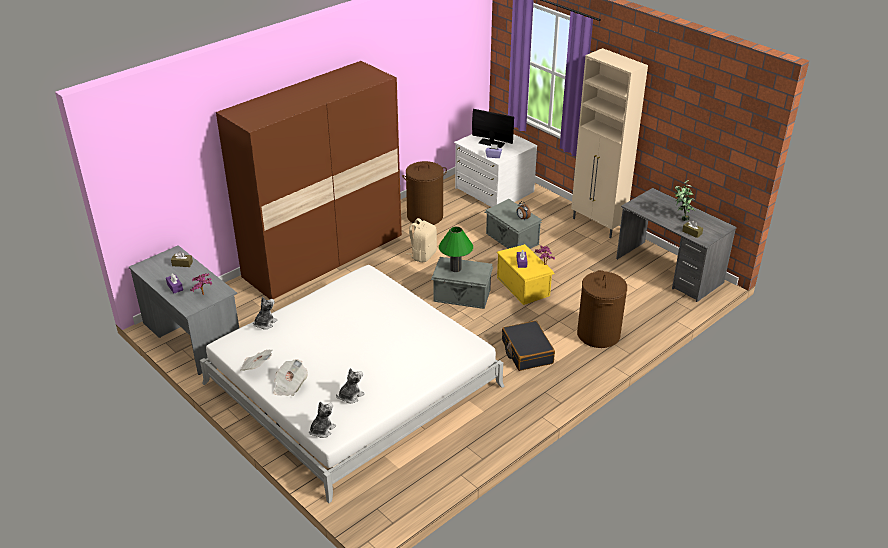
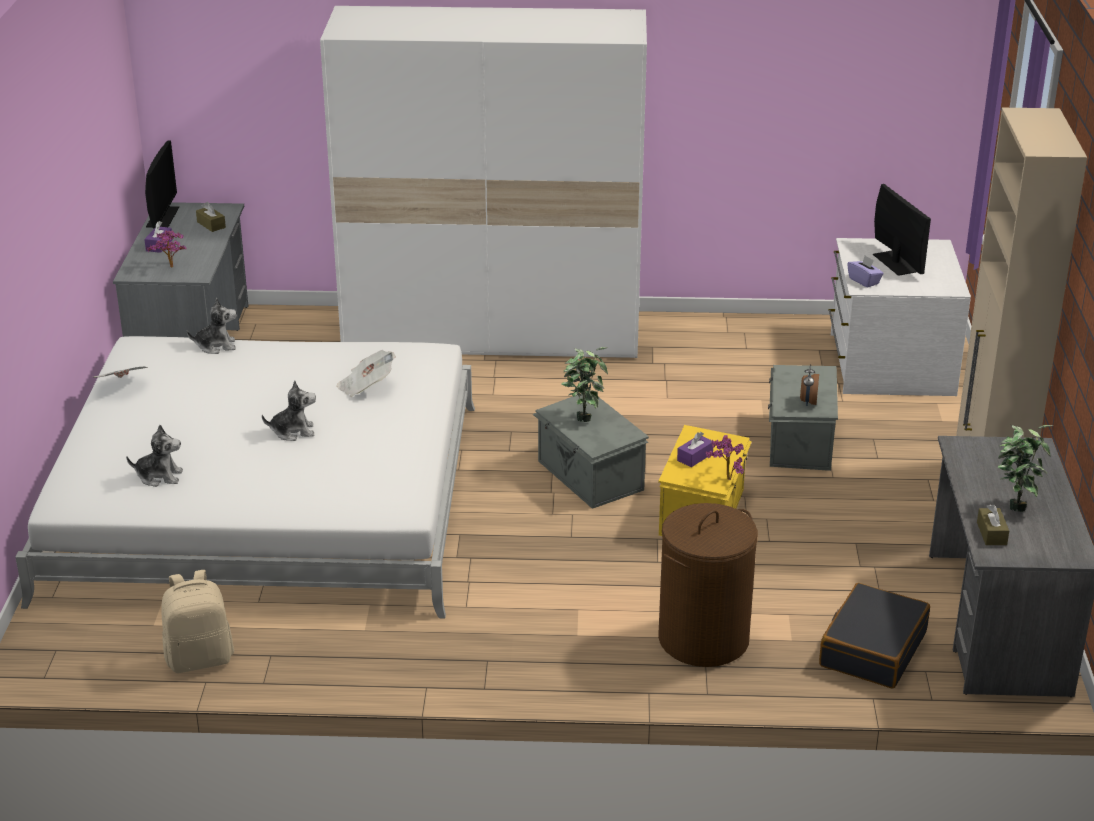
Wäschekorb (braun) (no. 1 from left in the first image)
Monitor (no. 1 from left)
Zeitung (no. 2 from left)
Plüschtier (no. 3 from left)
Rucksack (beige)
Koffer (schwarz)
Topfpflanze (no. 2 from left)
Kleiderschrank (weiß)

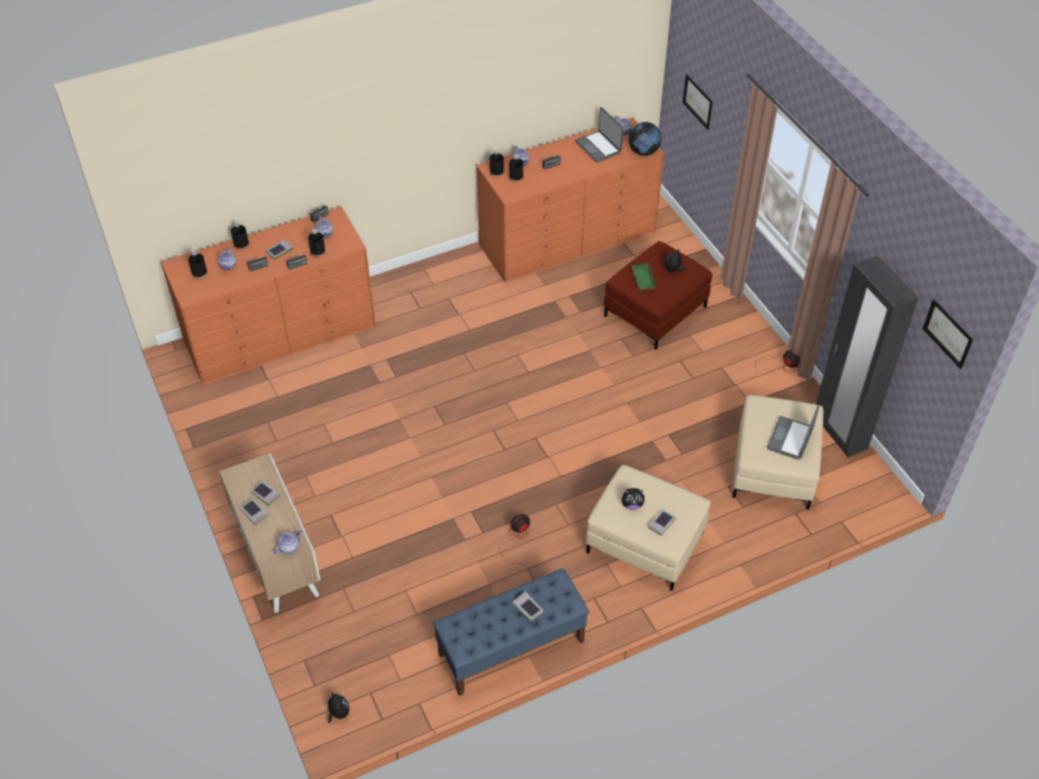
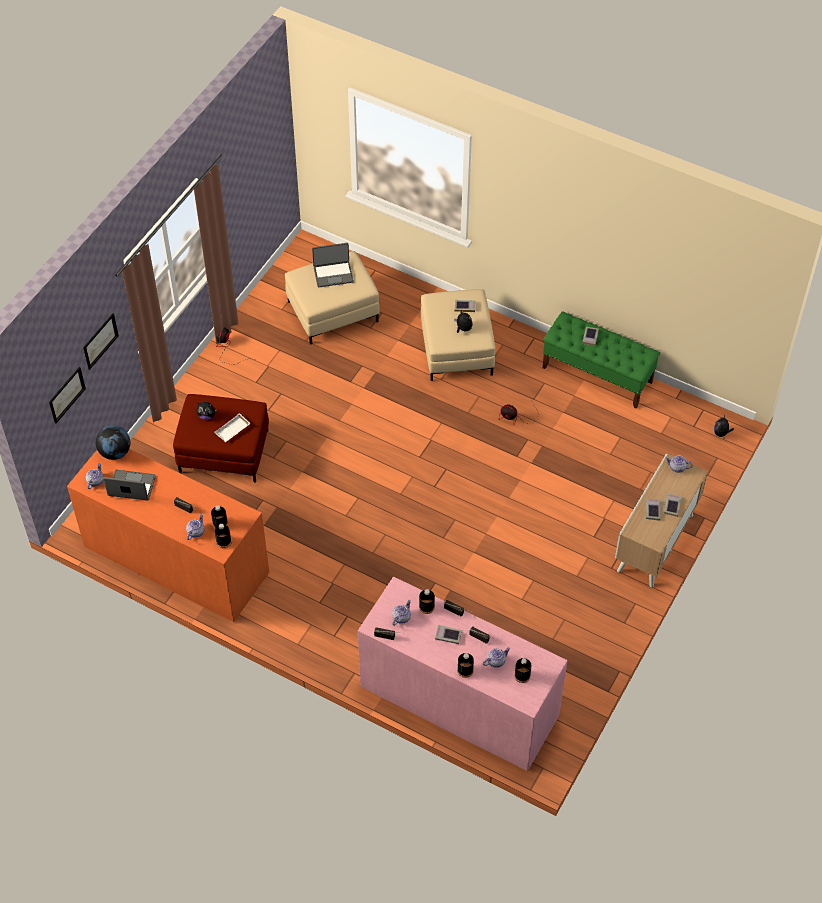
Kleiderschrank (schwarz)
Bild (no. 2 from left)
Kommode (rosa)
Bank (grün)
Tablett (weiß)
Laptop (no. 1 from left)

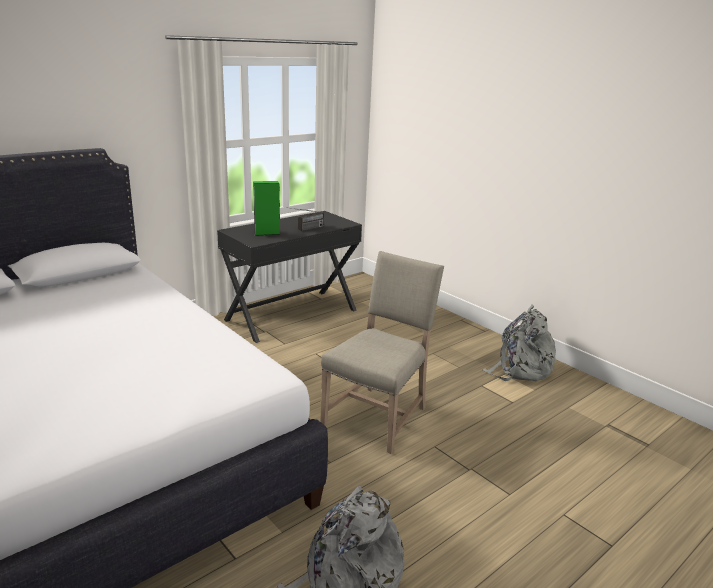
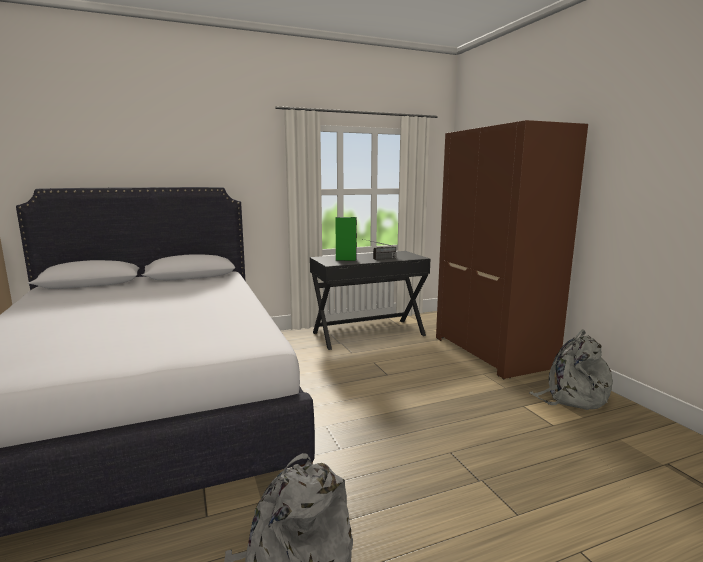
Stuhl (beige)
Kleiderschrank (braun)

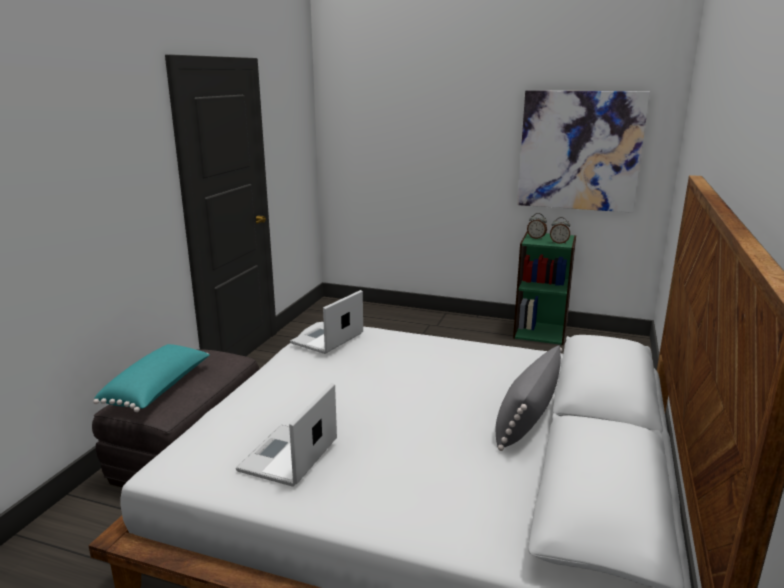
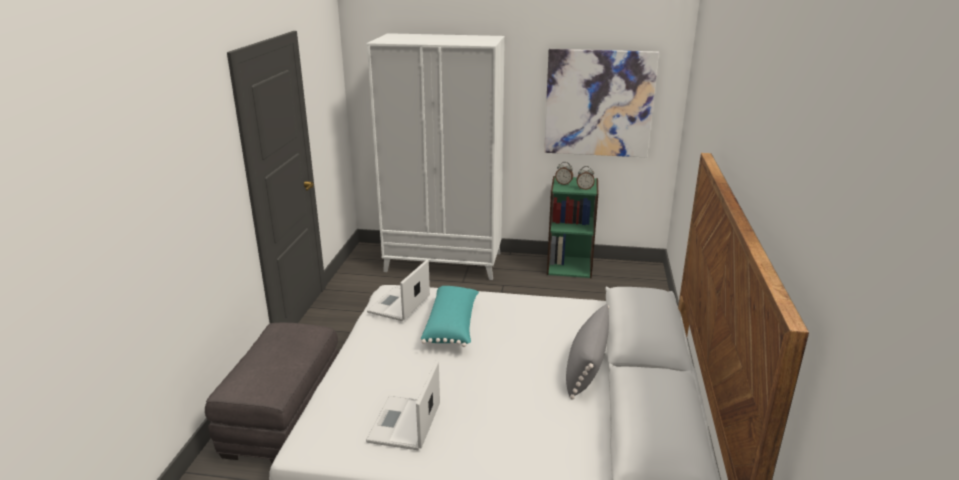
Kleiderschrank (weiß)
Kissen (türkis)

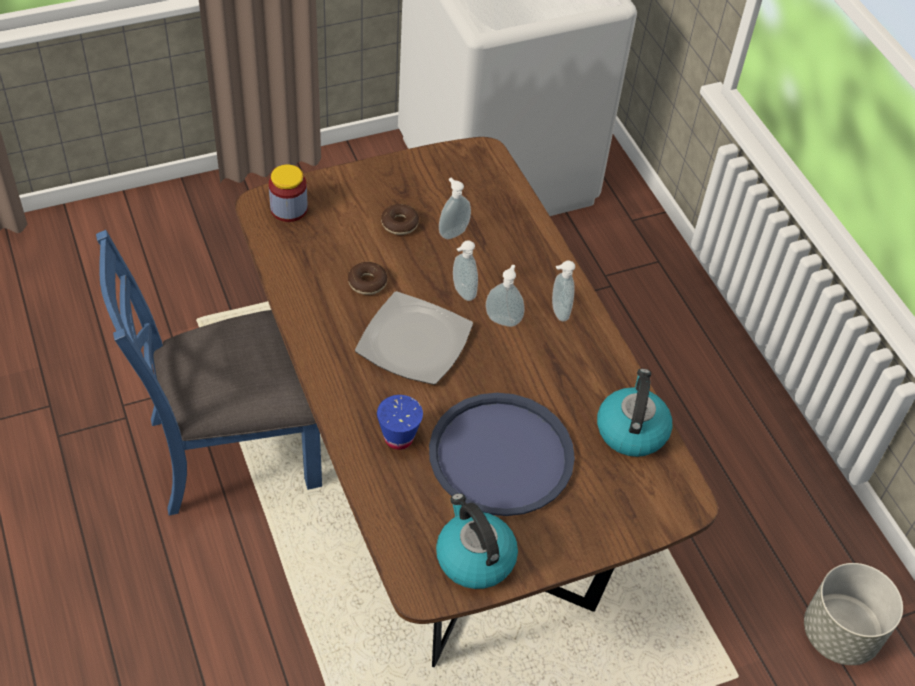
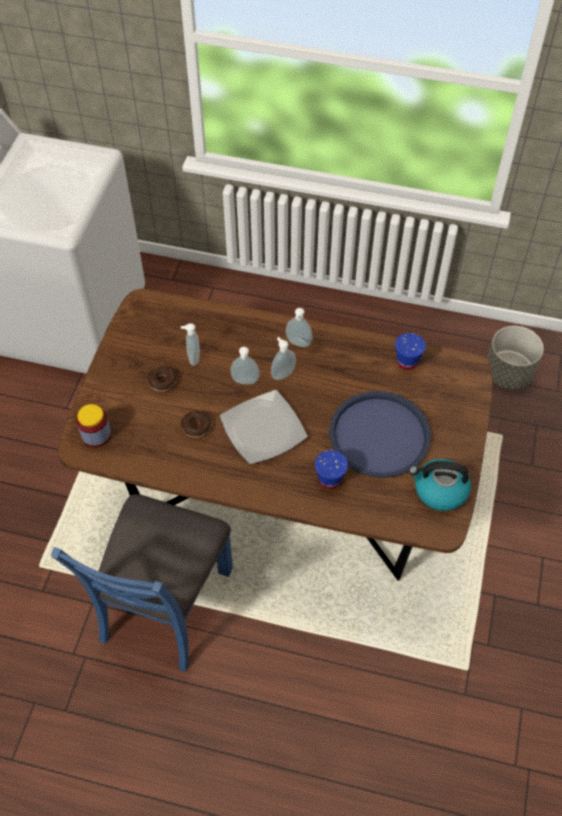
Tasse (blau) (no. 2 from left)

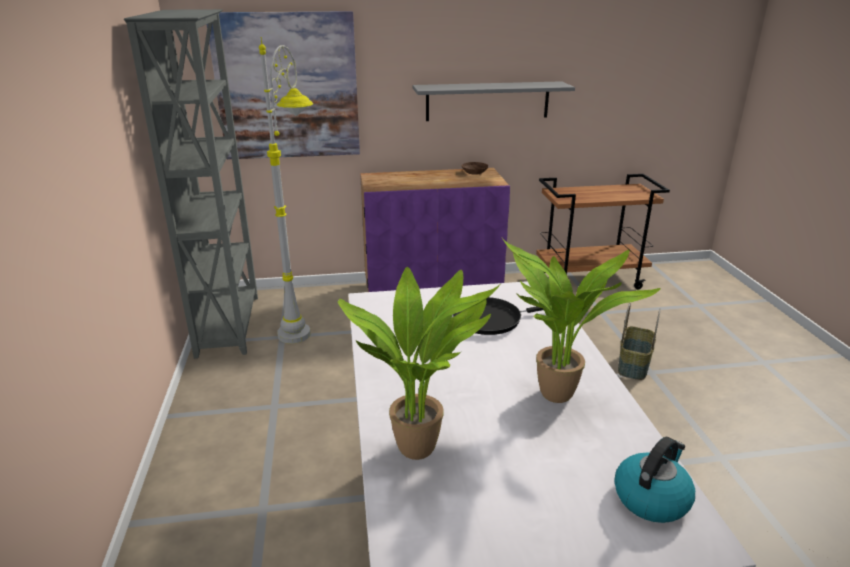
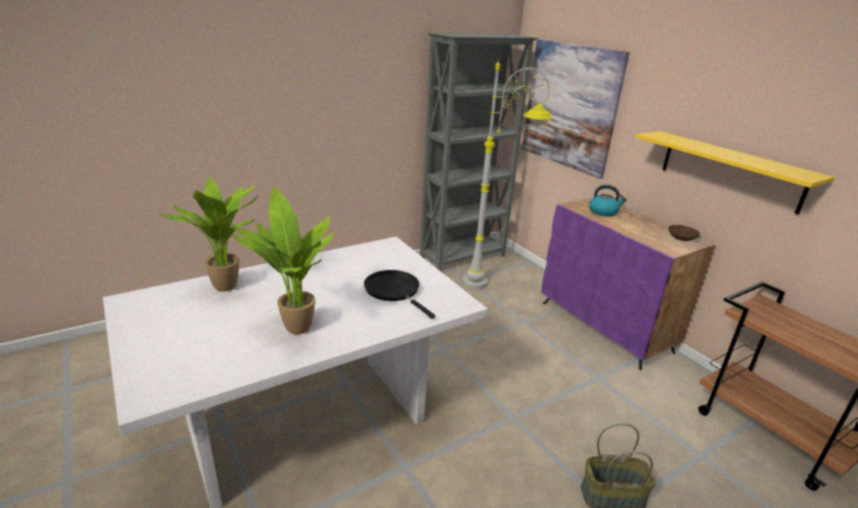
Wasserkessel
Wandregal (gelb)

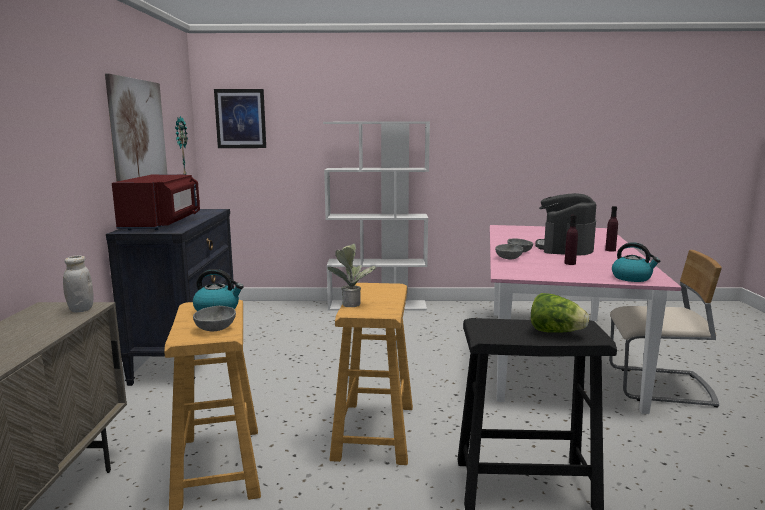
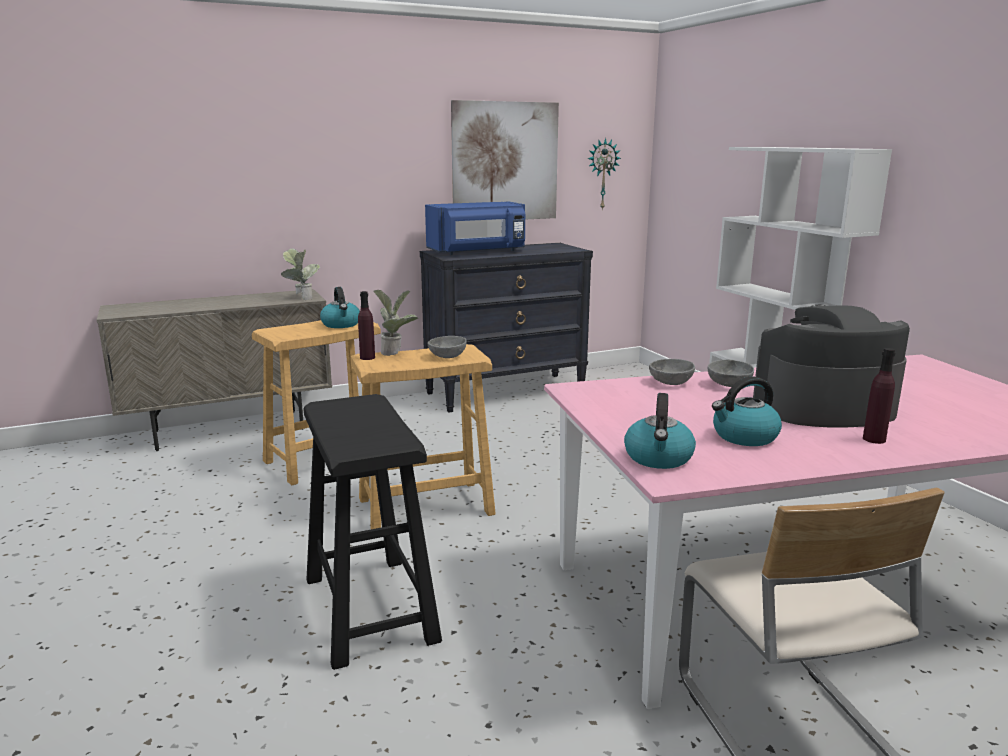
Bild (no. 2 from left in the first image)
Salatkopf
Wasserkessel (no. 3 from left)
Schüssel (grau) (no. 1 from left)
Flasche (lila) (no. 1 from left)
Topfpflanze (no. 1 from left)
Mikrowelle (blau)

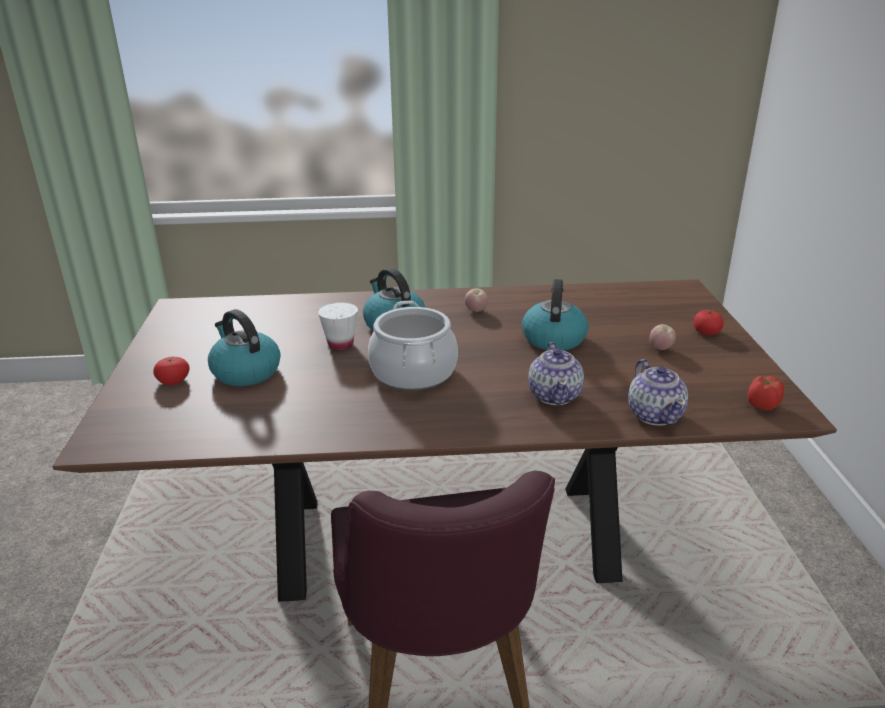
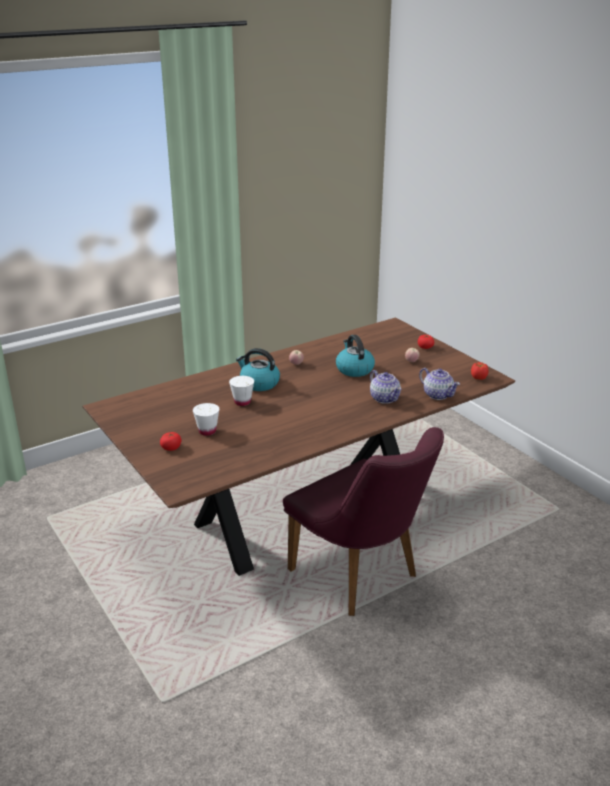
Kochtopf
Tasse (weiß) (no. 1 from left)

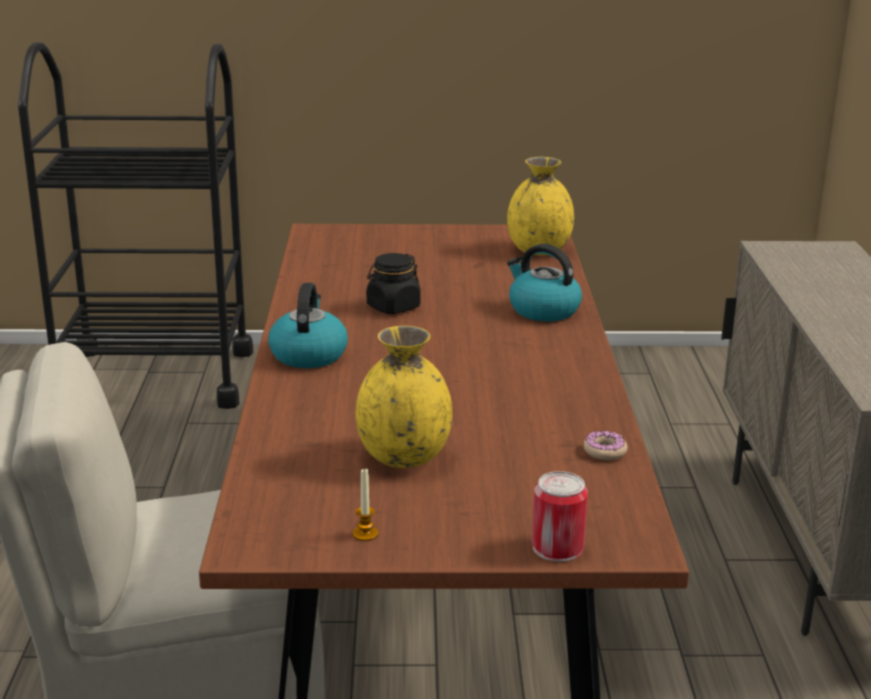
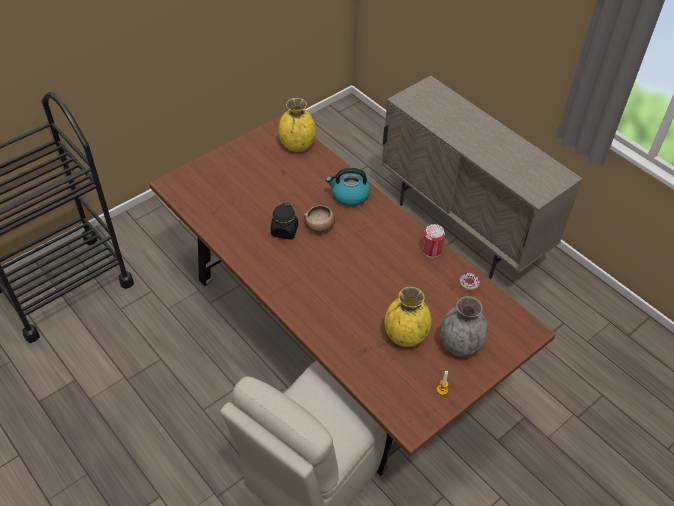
Wasserkessel (no. 1 from left in the first image)
Schüssel
Vase (grau)
Dose

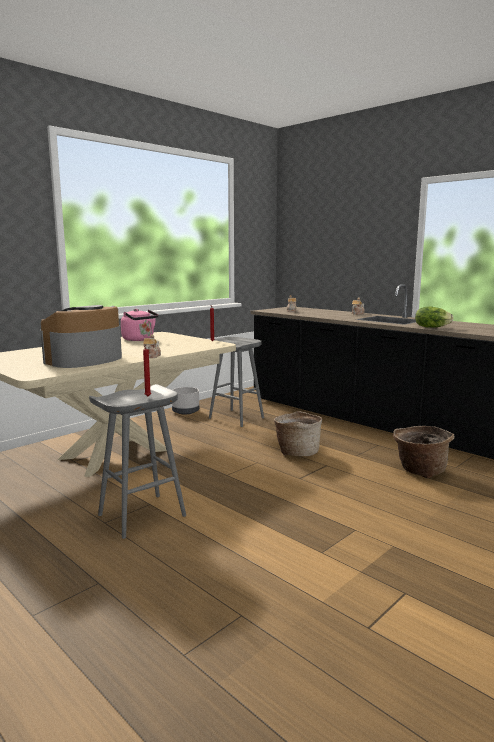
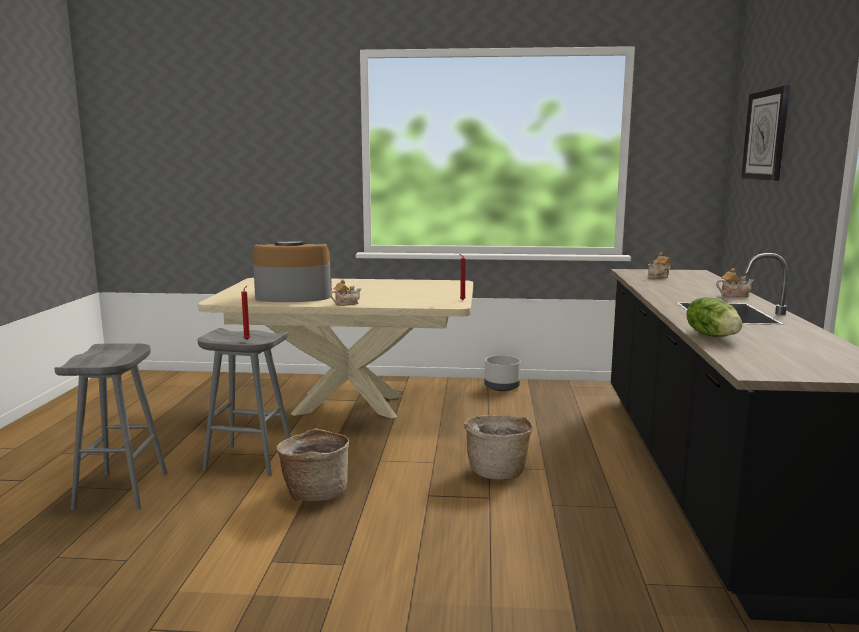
Wasserkessel (rosa)
Wanduhr
Hocker (grau) (no. 1 from left)
Korb (no. 1 from left)

